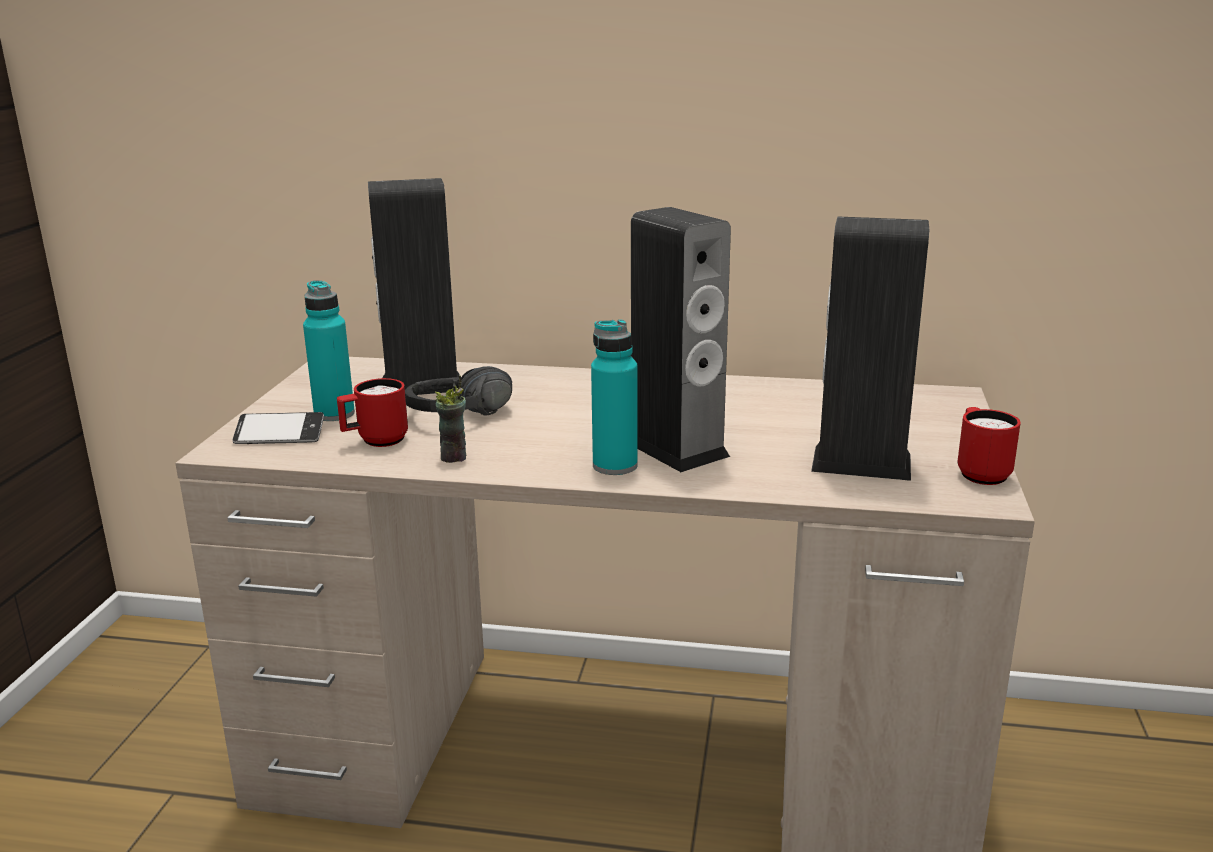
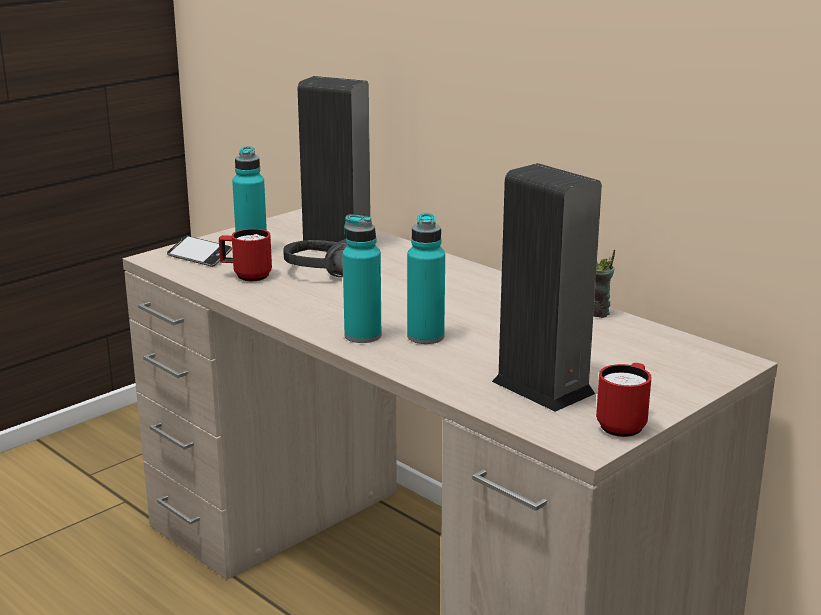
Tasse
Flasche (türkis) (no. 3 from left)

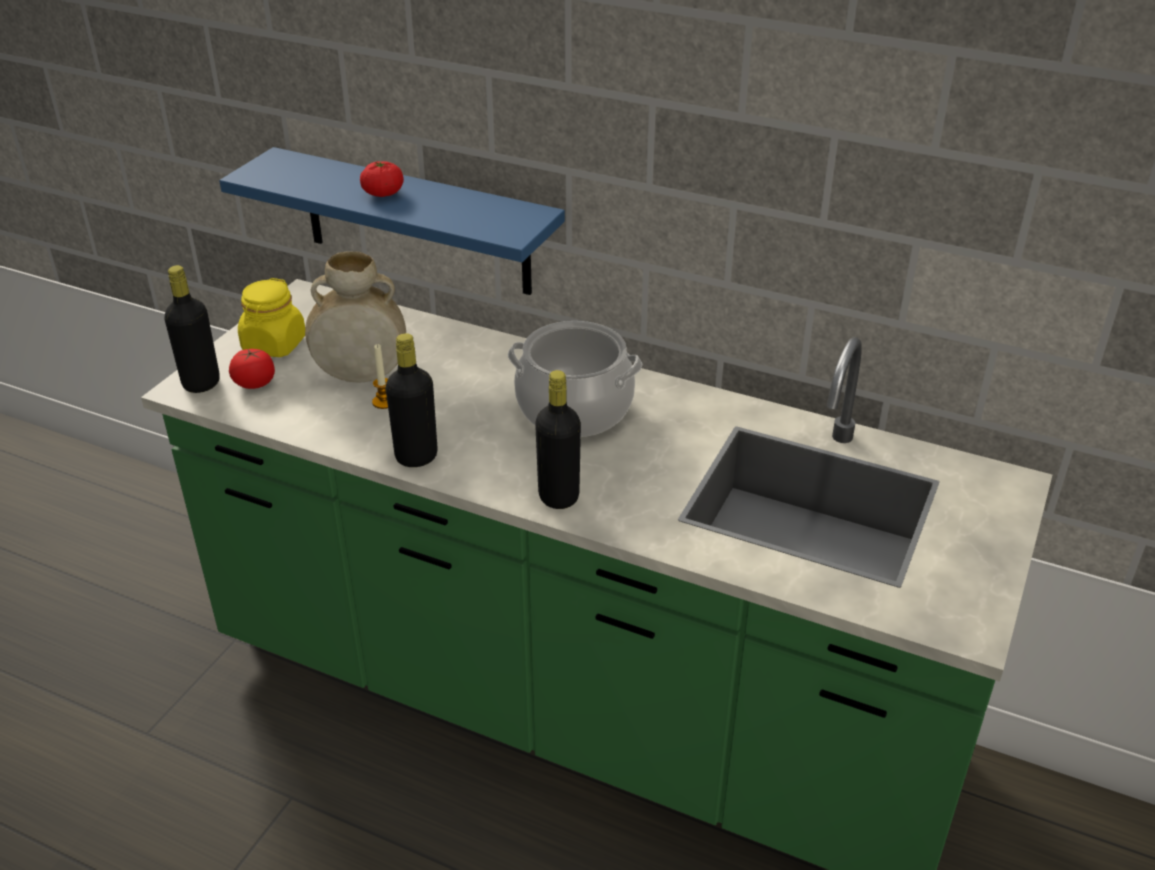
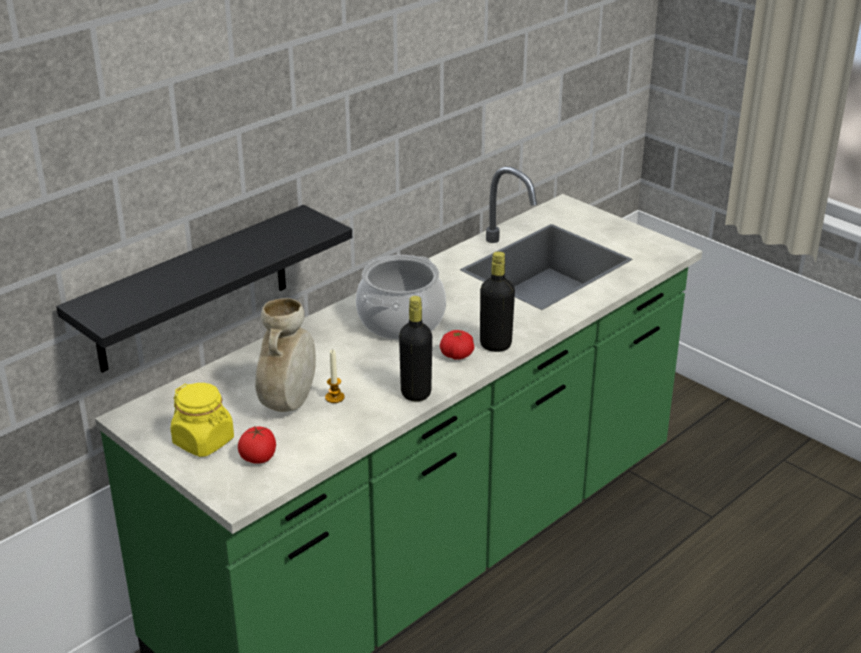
Flasche (schwarz) (no. 1 from left in the first image)
Tomate (no. 2 from left)
Wandregal (schwarz)

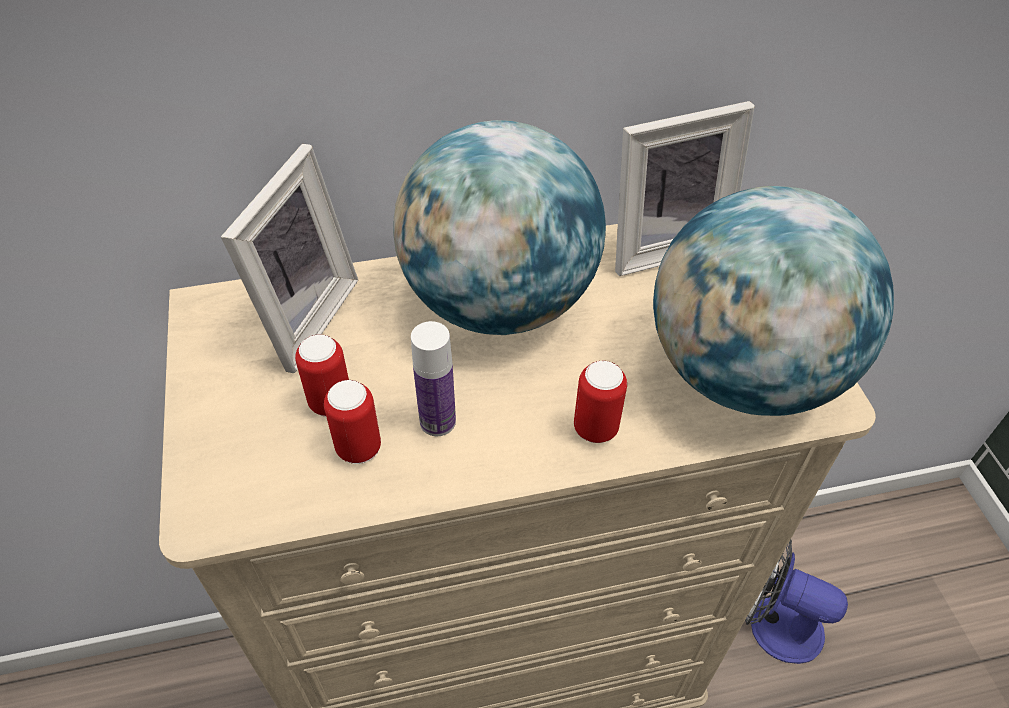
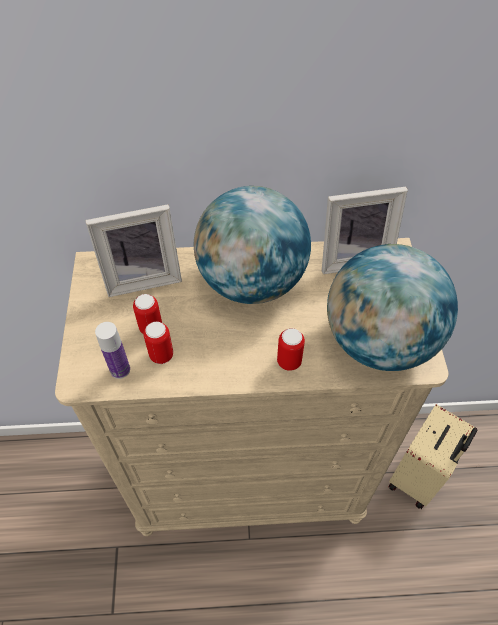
Flasche
Koffer (beige)
Bilderrahmen (no. 1 from left)

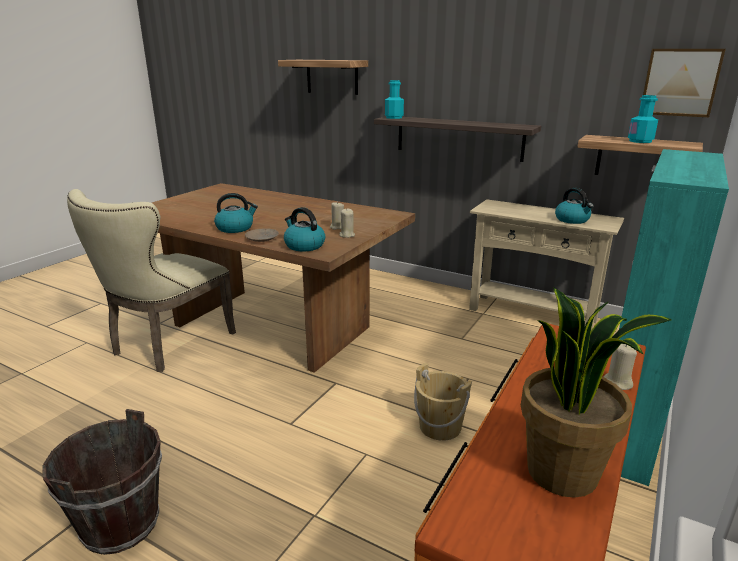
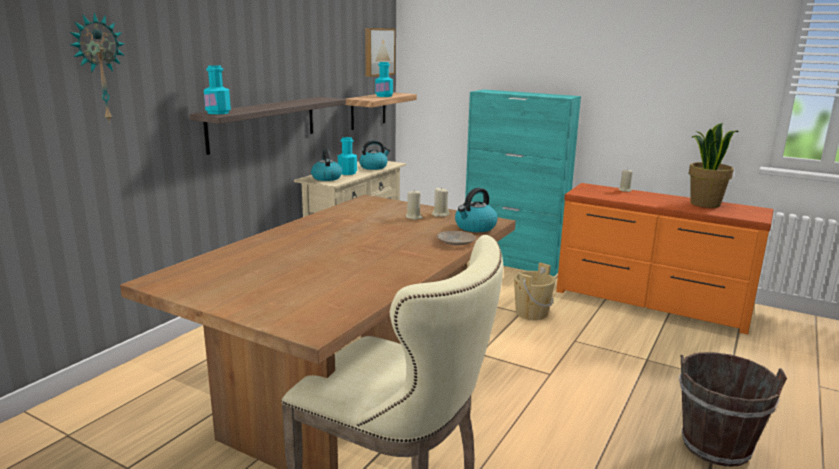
Flasche (türkis) (no. 2 from left)
Wasserkessel (no. 1 from left)
Wanduhr

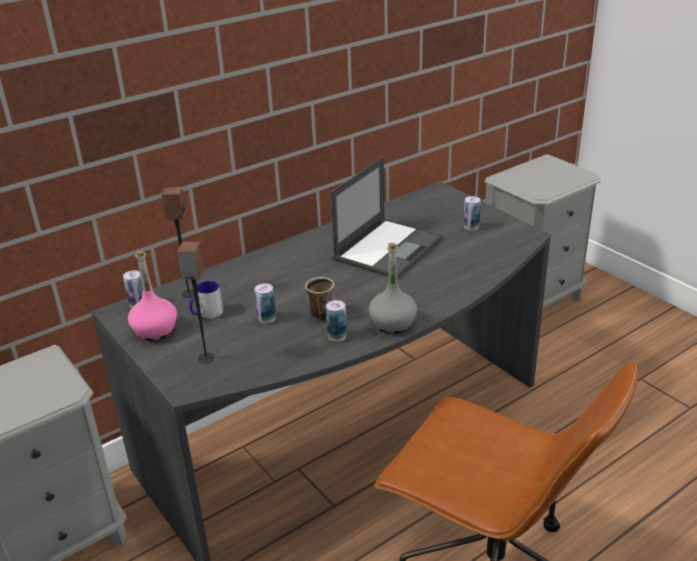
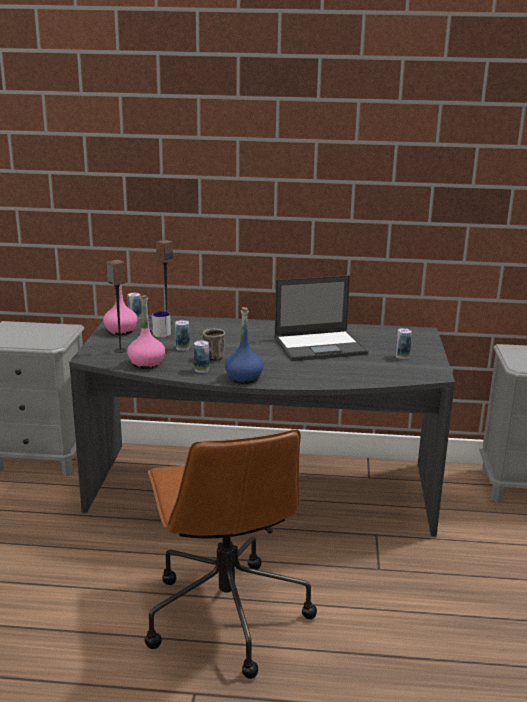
Flasche (rosa) (no. 2 from left)
Flasche (blau)

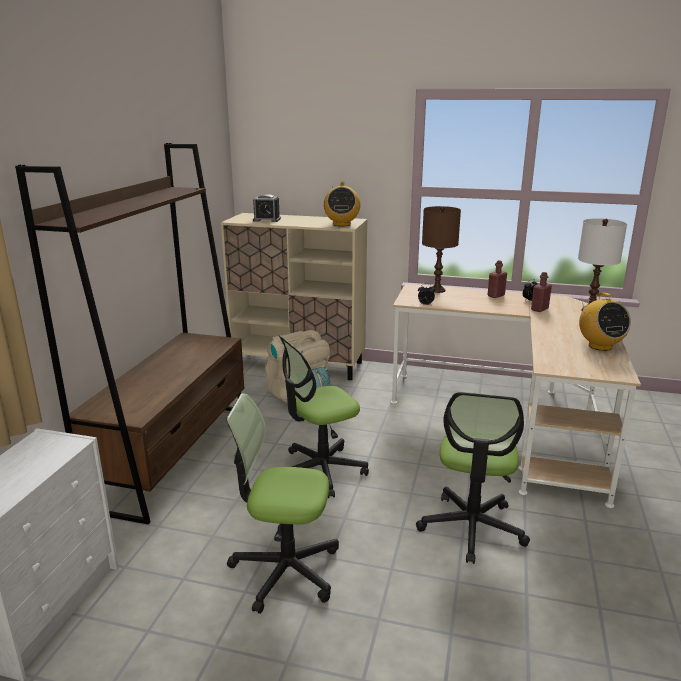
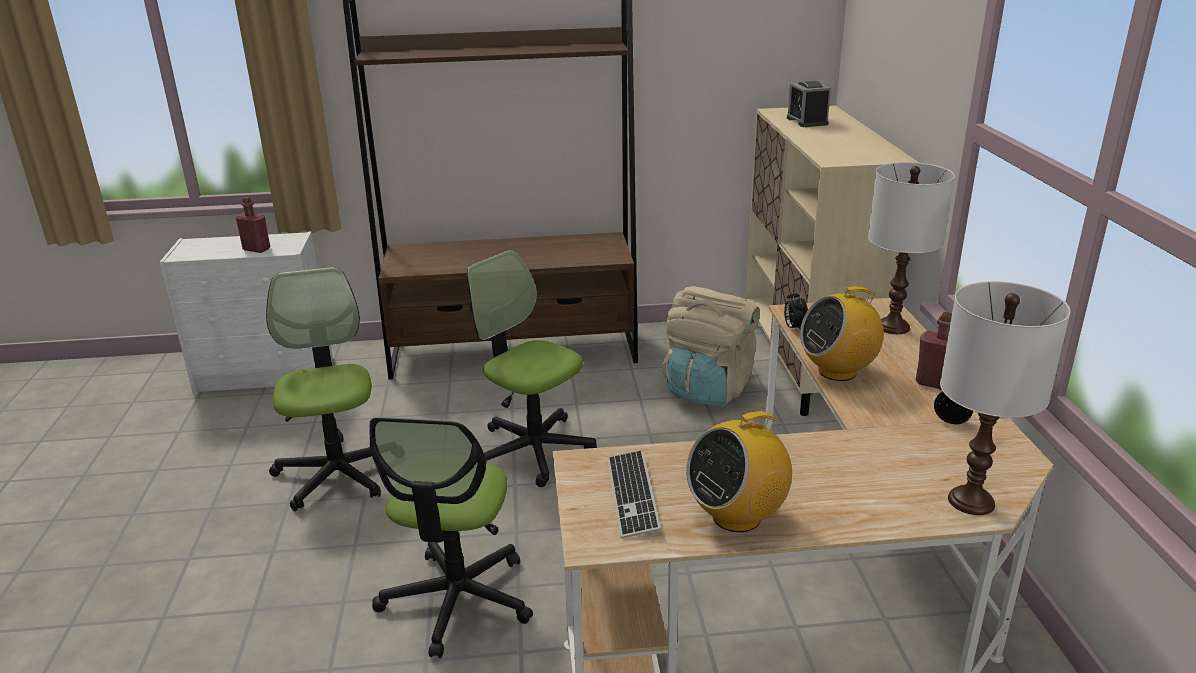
Tastatur
Radio (no. 2 from left)
Flasche (rot) (no. 1 from left)
Tischlampe (weiß) (no. 1 from left)
Bürostuhl (no. 2 from left)

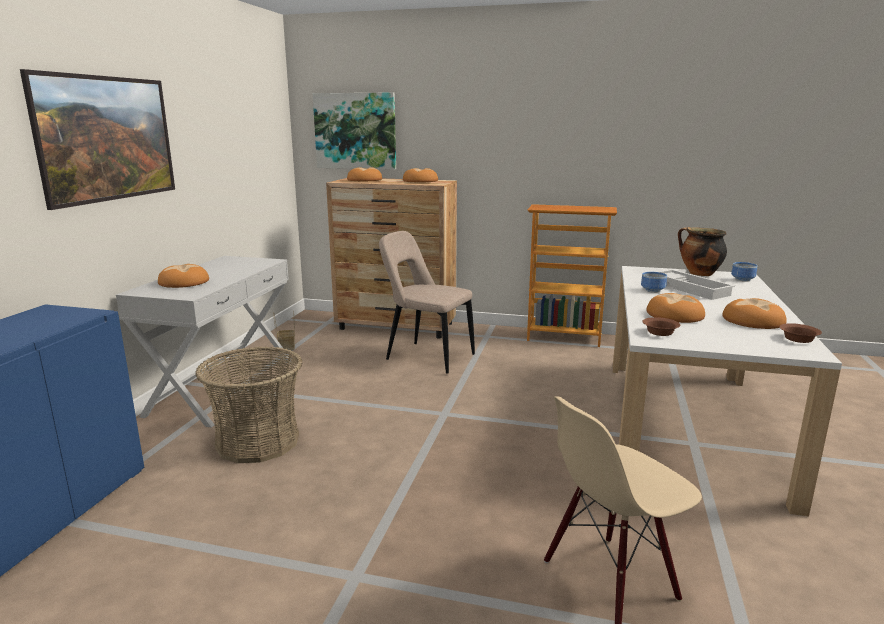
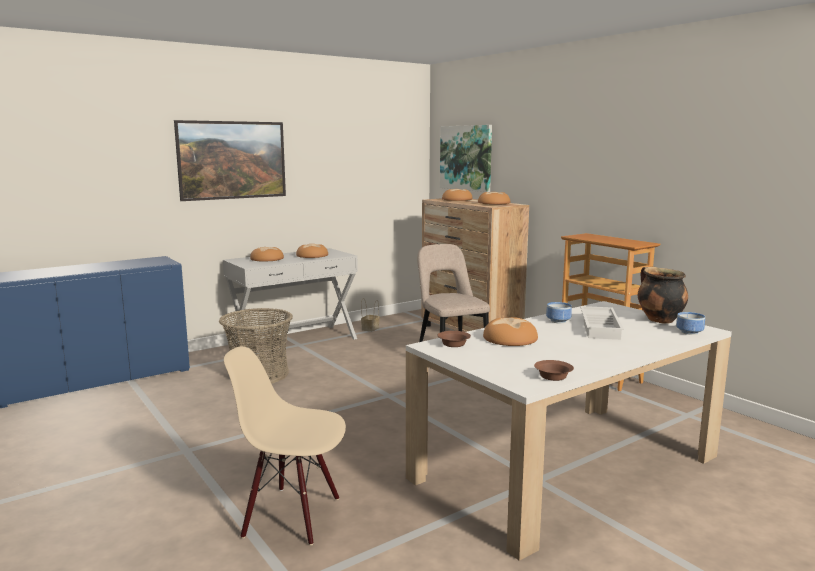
Brot (no. 2 from left)

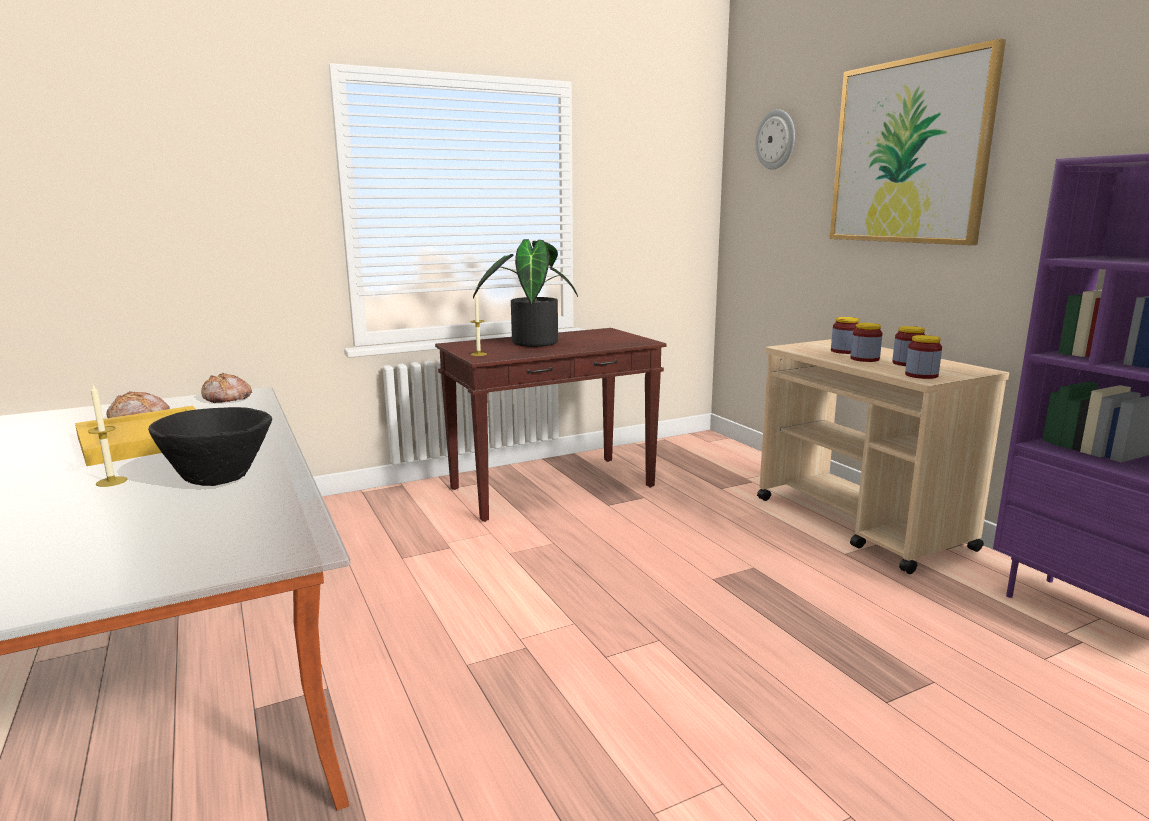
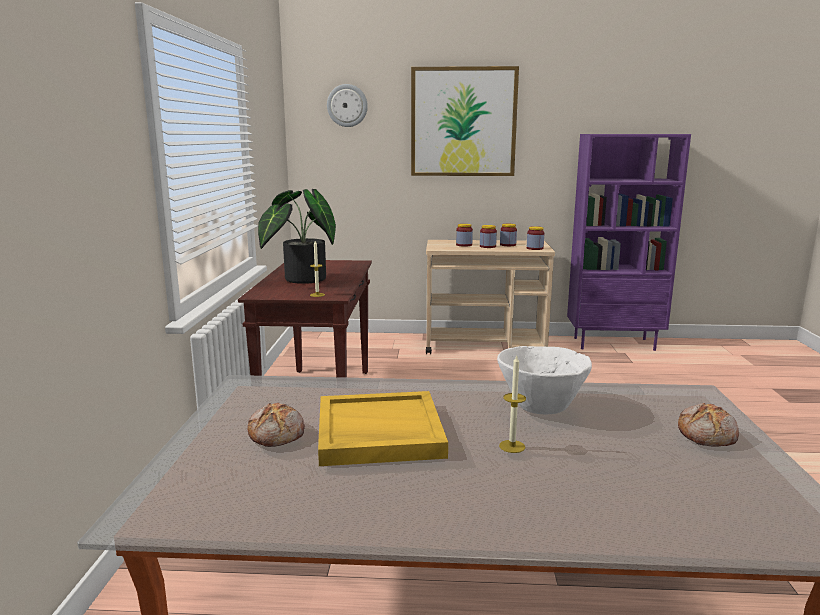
Brot (no. 2 from left)
Schüssel (weiß)

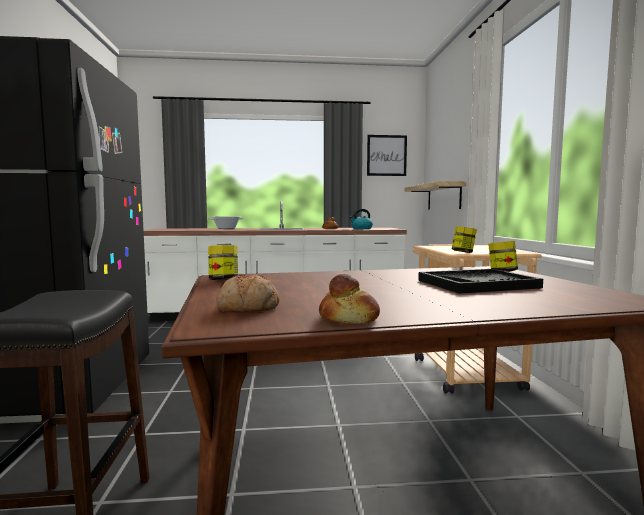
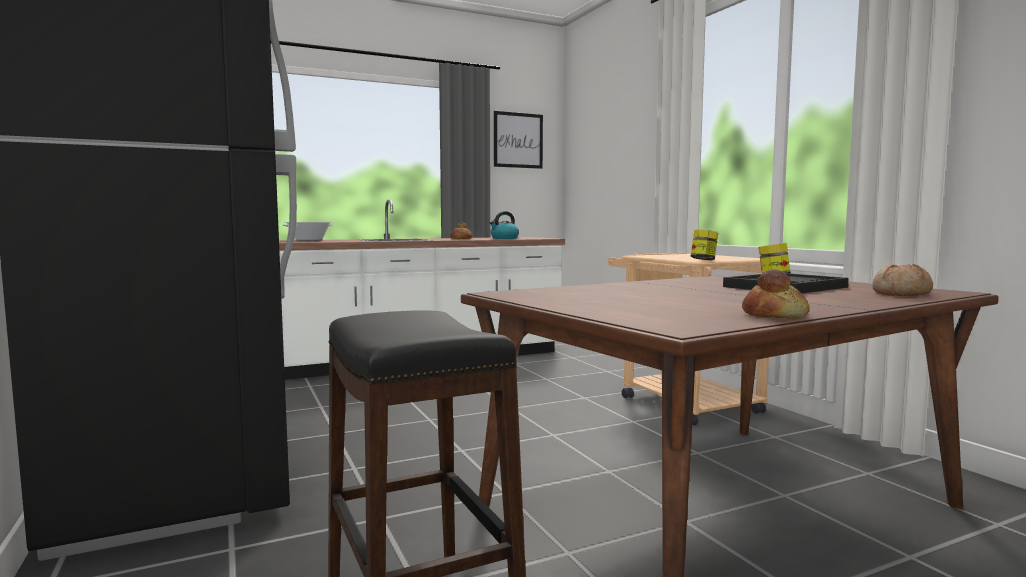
Vorratsglas (no. 1 from left in the first image)
Wandregal
Brot (no. 3 from left)

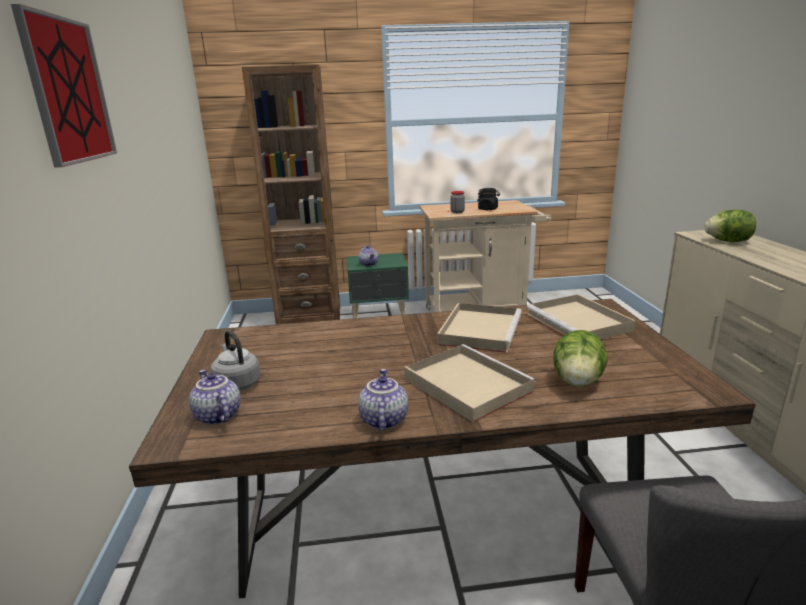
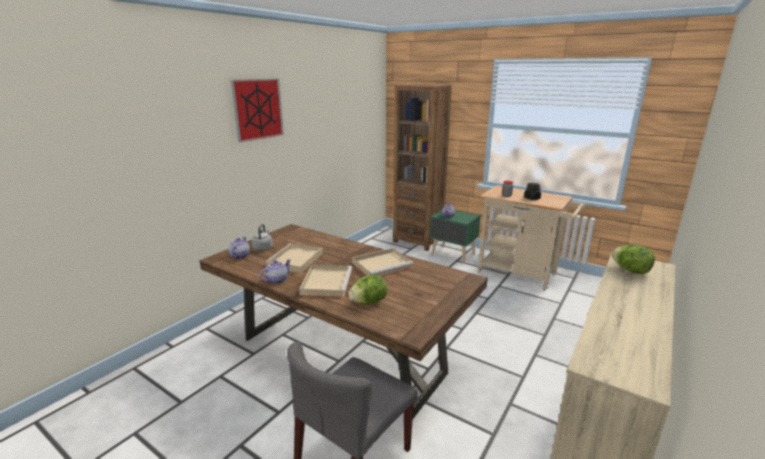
Tablett (beige) (no. 1 from left)

